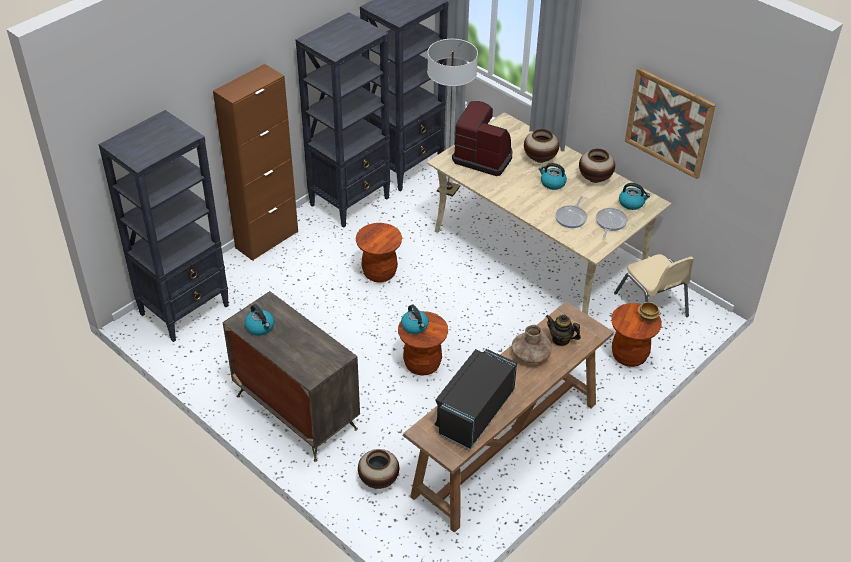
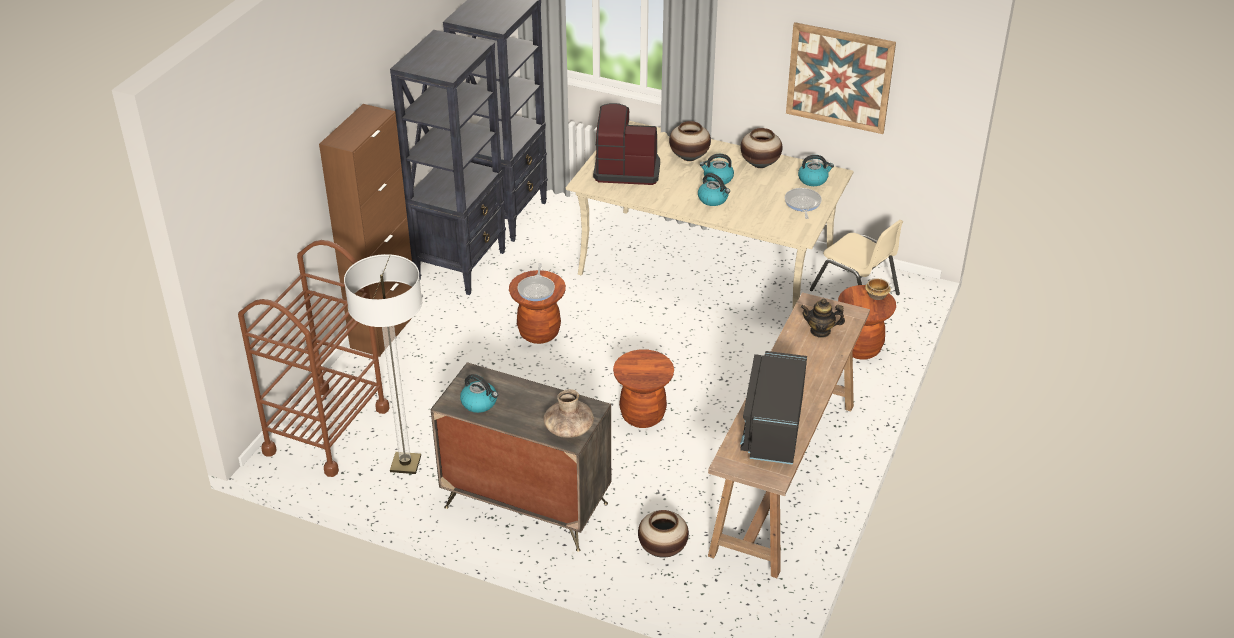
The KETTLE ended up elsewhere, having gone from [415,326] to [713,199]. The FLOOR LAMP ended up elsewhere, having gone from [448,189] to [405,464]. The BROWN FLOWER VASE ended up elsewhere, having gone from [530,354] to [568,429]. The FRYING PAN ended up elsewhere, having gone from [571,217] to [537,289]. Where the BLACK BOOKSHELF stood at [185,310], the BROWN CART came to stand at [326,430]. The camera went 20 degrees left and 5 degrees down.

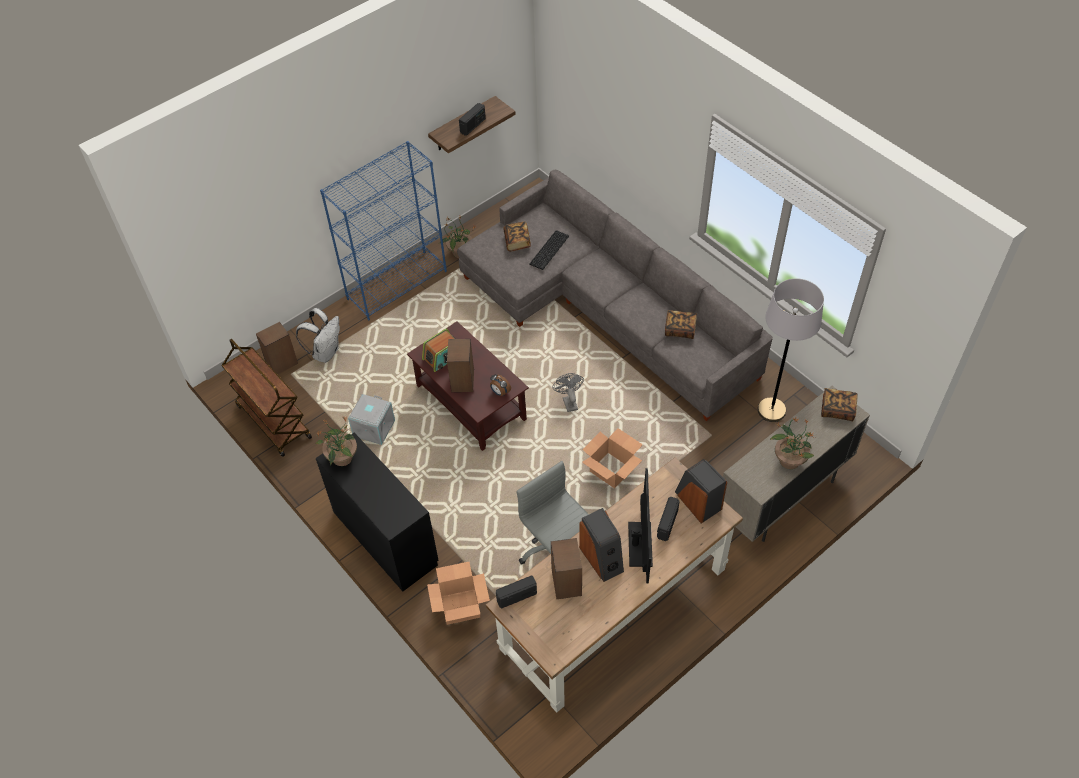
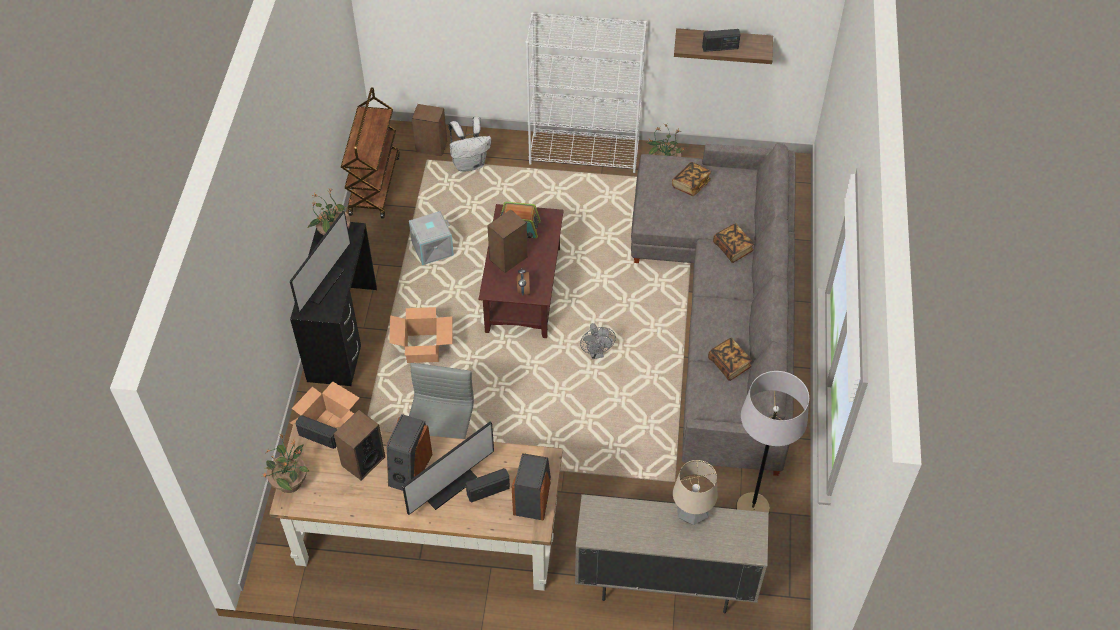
The second view lost the COMPUTER KEYBOARD at [550,250]. The second view gained the COMPUTER DISPLAY at [322,283]. The second view gained the TABLETOP LAMP at [691,516]. The CARDBOARD BOX ended up elsewhere, having gone from [610,470] to [422,348]. The PLANT IN A POT ended up elsewhere, having gone from [789,460] to [290,482]. The BOUND BOOK ended up elsewhere, having gone from [837,410] to [732,248]. What was the BLUE-COLOURED BOOKSHELF at [397,284] turned into the WHITE BOOKSHELF at [584,153]. The GREYISH ELECTRIC FAN at [569,401] ended up facing another way, 135 degrees clockwise from before. The camera went 45 degrees right and 0 degrees up.

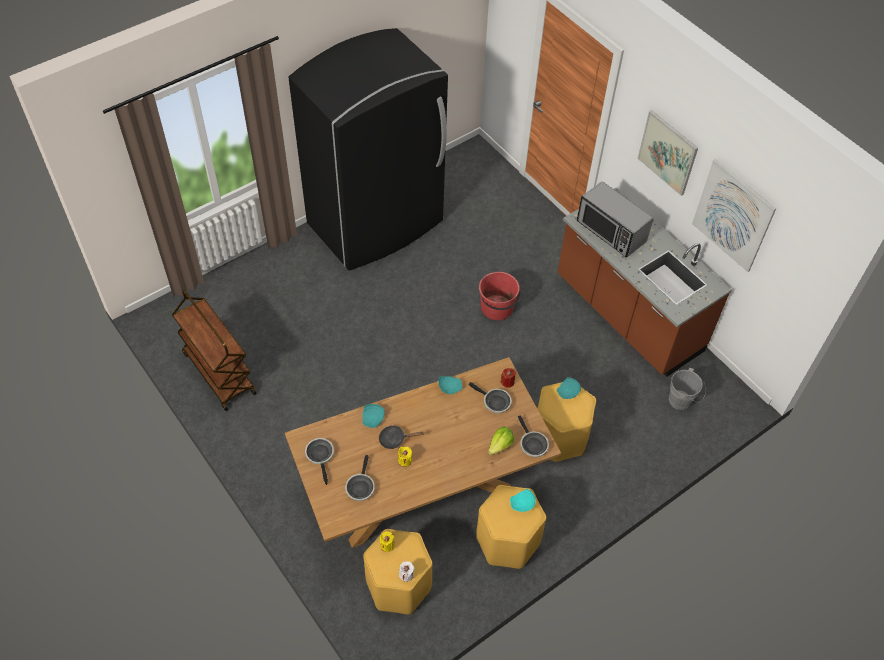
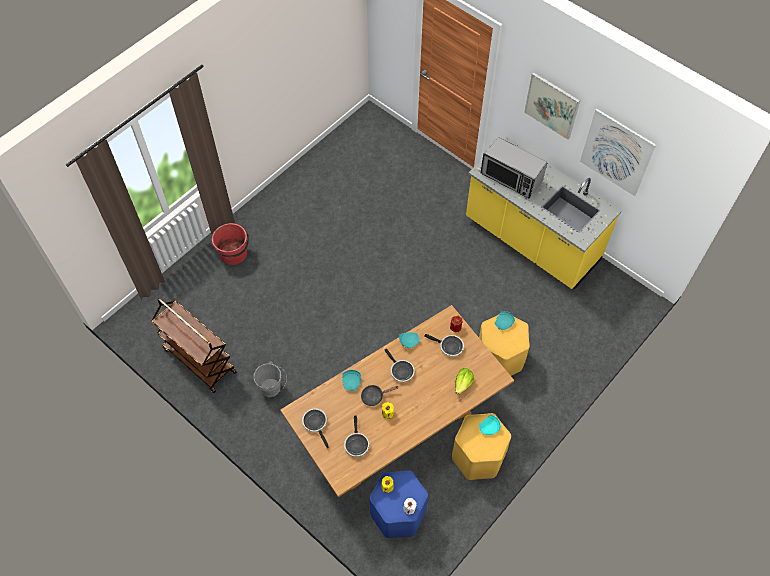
The second view lost the BLACK KITCHEN FRIDGE at [376,224]. The RED-COLOURED BUCKET ended up elsewhere, having gone from [497,308] to [234,253]. The FRYING PAN ended up elsewhere, having gone from [532,444] to [400,371]. The GREYISH BUCKET ended up elsewhere, having gone from [682,401] to [272,388]. What was the YELLOWISH STOOL at [398,585] turned into the BLUE-COLOURED STOOL at [397,513]. What was the BROWN COUNTER at [627,315] turned into the YELLOWISH COUNTER at [531,241]. The camera went 10 degrees left and 5 degrees up.

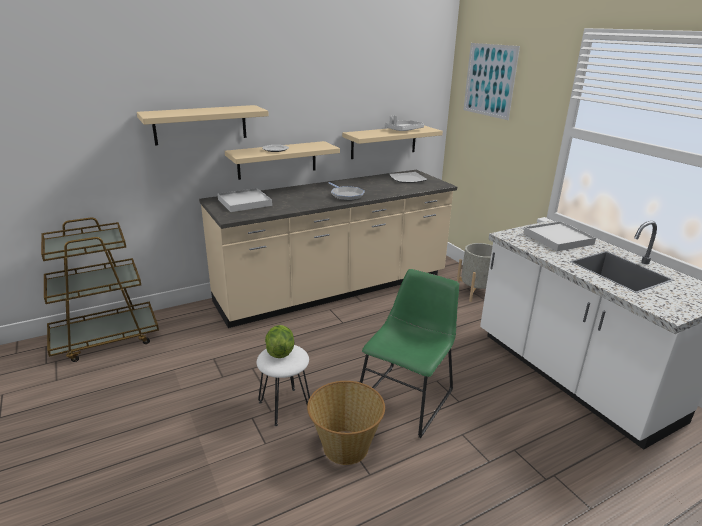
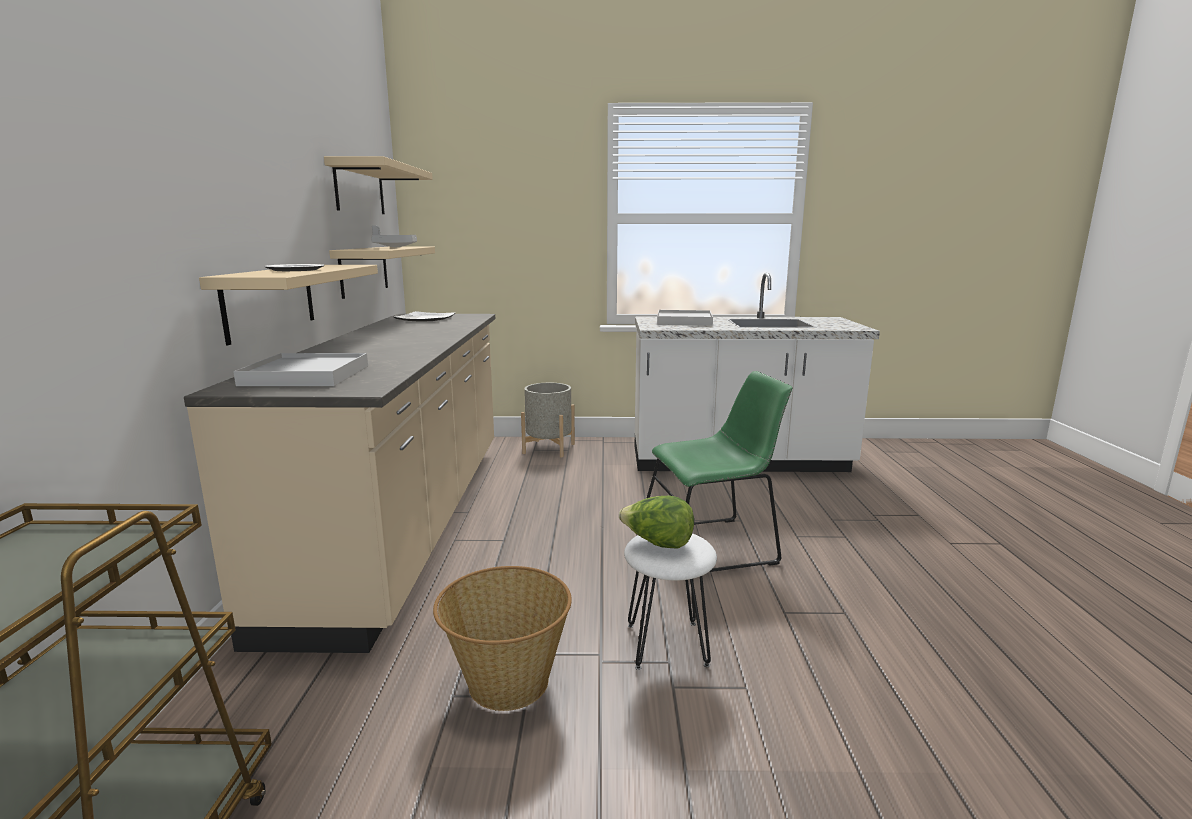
The second view lost the FRYING PAN at [346,195]. The second view lost the WALL PICTURE at [489,80]. The BEIGE BRACKET SHELF ended up elsewhere, having gone from [200,124] to [360,189]. The STORAGE BASKET ended up elsewhere, having gone from [345,446] to [507,682]. The GREENISH UPRIGHT CHAIR at [406,397] ended up facing another way, 105 degrees clockwise from before. The camera went 60 degrees left and 10 degrees down.

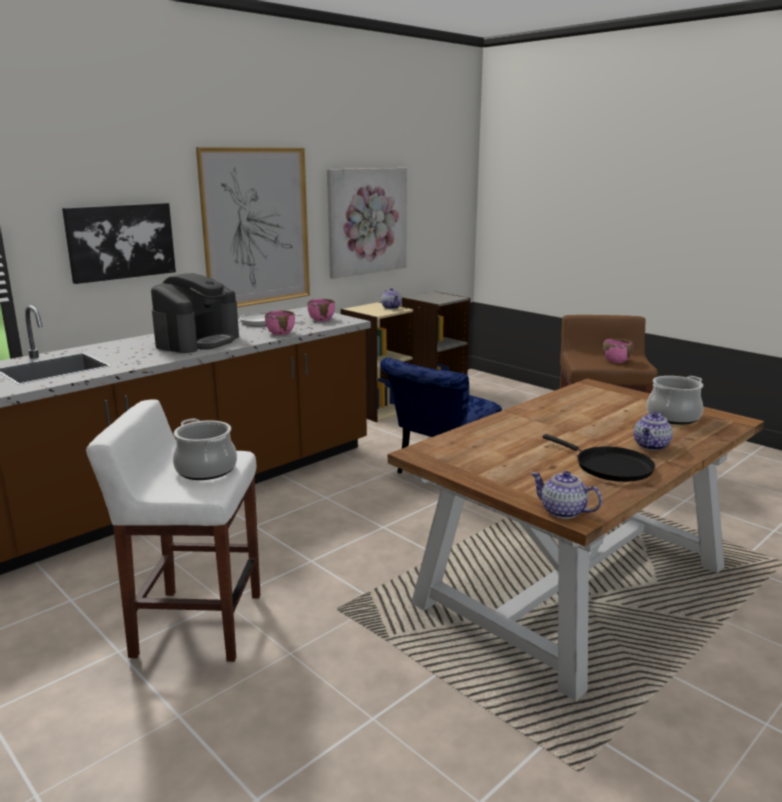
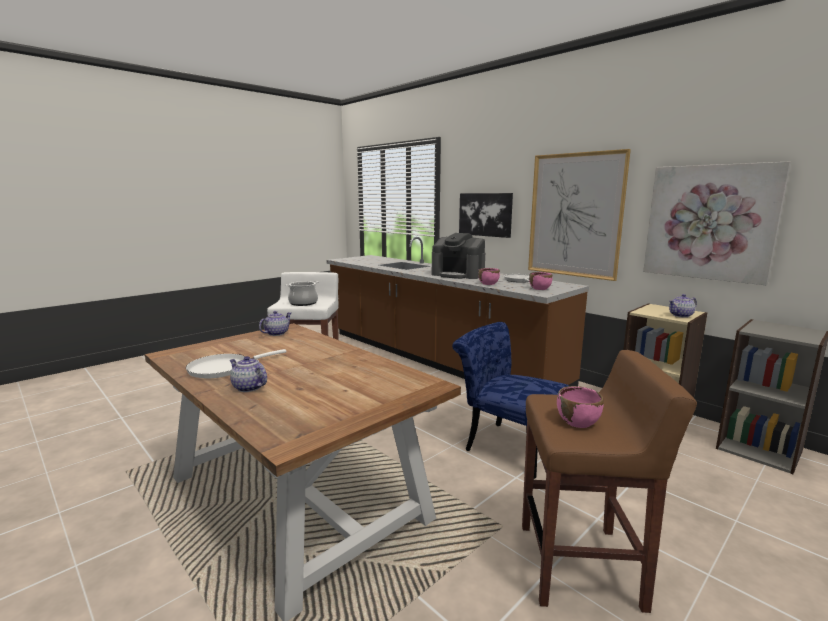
The second view lost the SAUCEPOT at [672,417]. The TEAPOT ended up elsewhere, having gone from [563,512] to [276,333]. What was the BLACK FRYING PAN at [609,467] turned into the WHITE FRYING PAN at [223,368]. The camera went 90 degrees right and 5 degrees down.

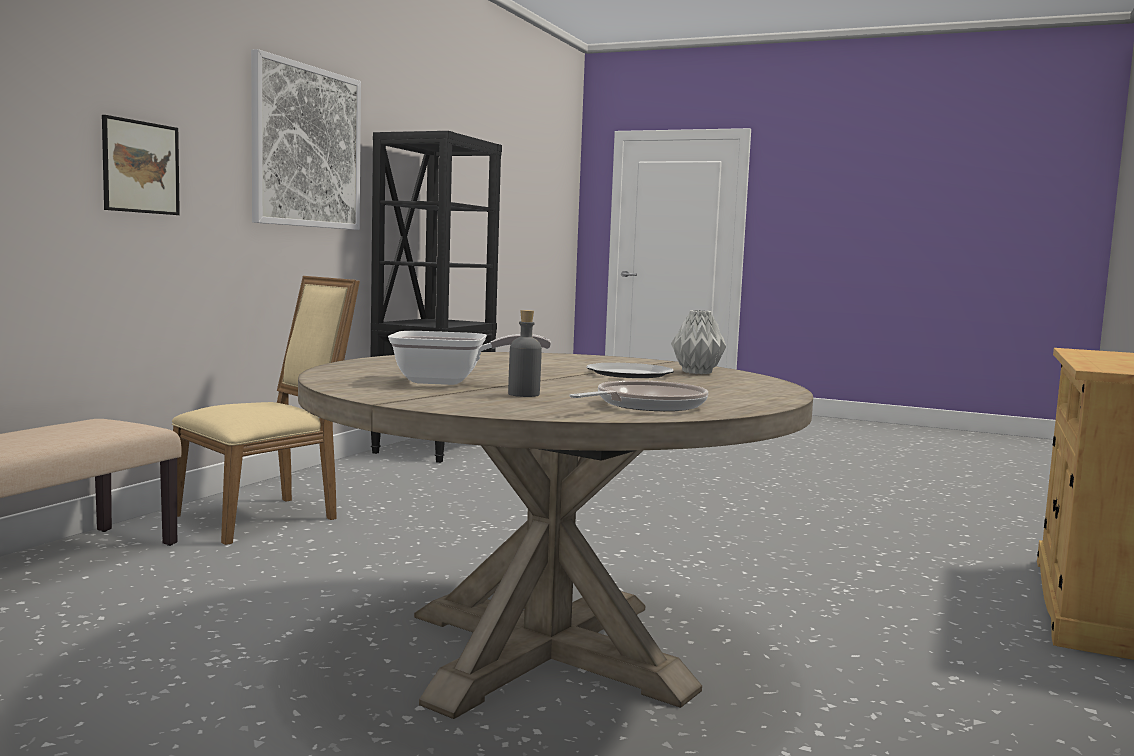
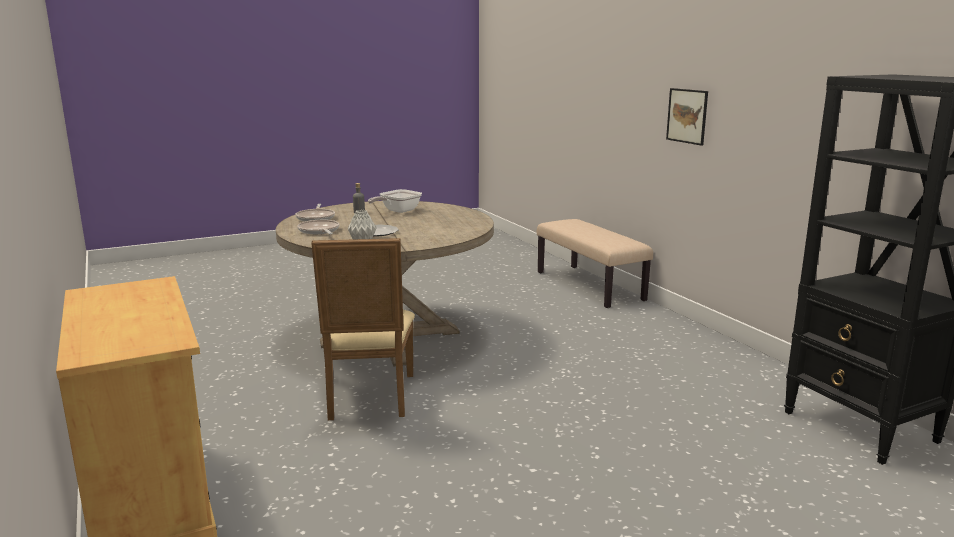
The second view lost the WALL PICTURE at [306,147]. The second view gained the FRYING PAN at [319,231]. The BEIGE UPRIGHT CHAIR ended up elsewhere, having gone from [265,517] to [368,399]. The camera went 130 degrees right and 10 degrees up.

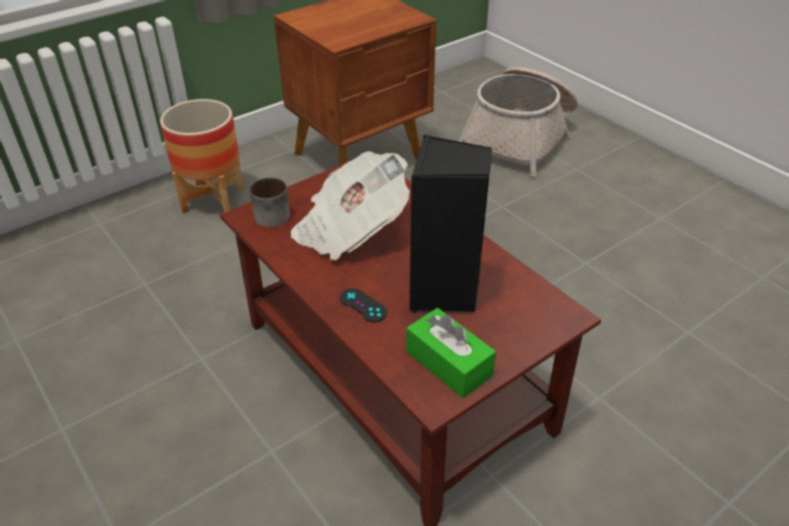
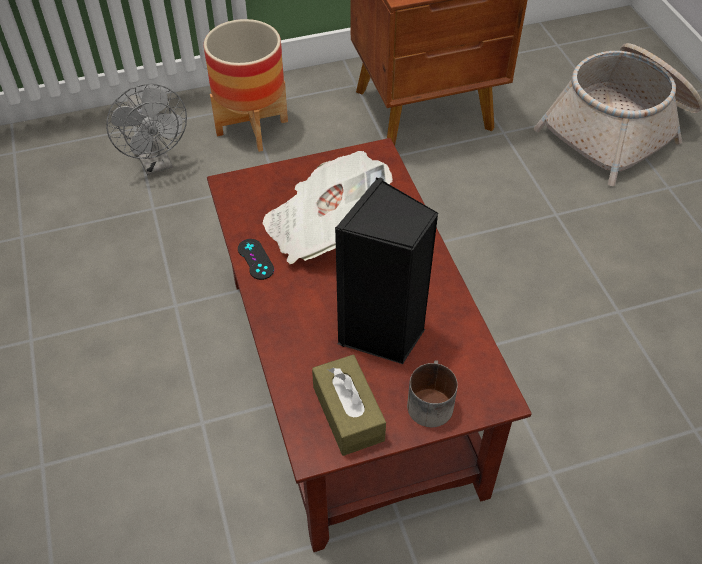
The second view gained the GREYISH ELECTRIC FAN at [156,163]. The COFFEE MUG ended up elsewhere, having gone from [270,213] to [428,401]. The BLACK GAMEPAD ended up elsewhere, having gone from [363,305] to [255,259]. What was the GREENISH BOX OF TISSUES at [448,363] turned into the BROWN BOX OF TISSUES at [348,413]. The camera went 20 degrees right and 10 degrees up.

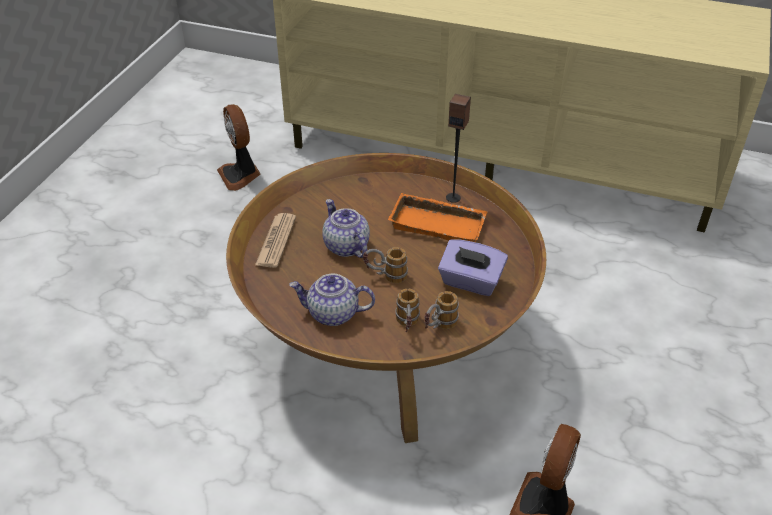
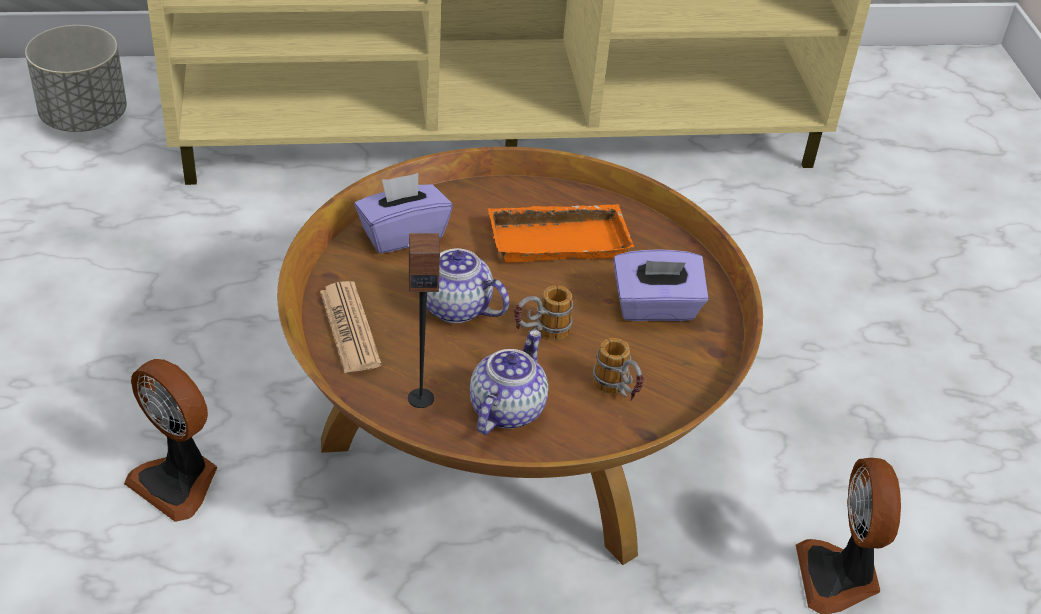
The second view lost the COFFEE MUG at [439,327]. The second view gained the GREYISH FLOWER POT at [85,117]. The second view gained the PURPLE-COLOURED BOX OF TISSUES at [402,234]. The ELECTRIC FAN ended up elsewhere, having gone from [240,175] to [178,481]. The LOUDSPEAKER ended up elsewhere, having gone from [453,197] to [421,398]. The TEAPOT at [332,314] ended up facing another way, 135 degrees clockwise from before. The camera went 30 degrees left and 0 degrees up.

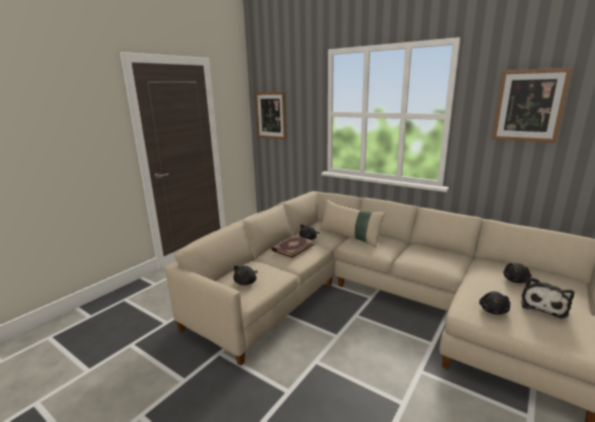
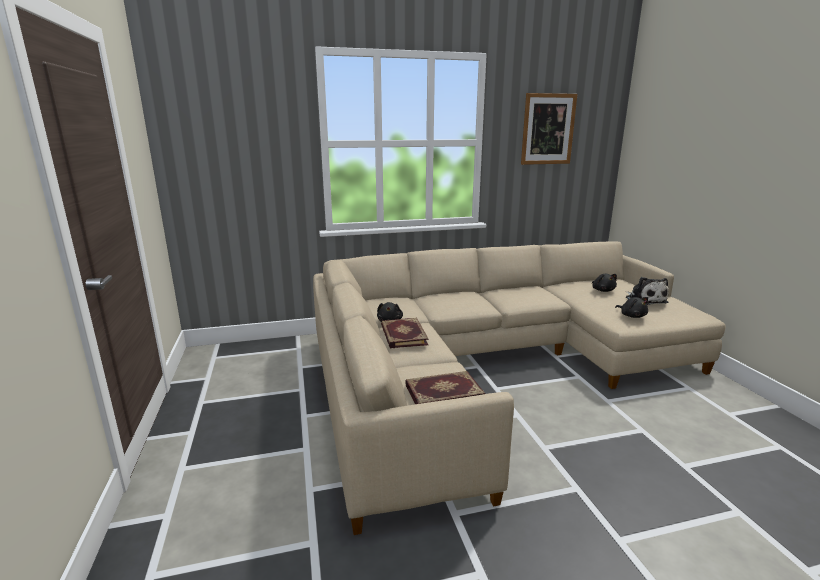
The second view lost the WALL PICTURE at [271,115]. The second view lost the BEIGE PILLOW at [350,236]. Where the BLACK CUDDLY TOY stood at [246,282], the BOUND BOOK came to stand at [443,392]. The camera went 50 degrees left and 0 degrees up.

